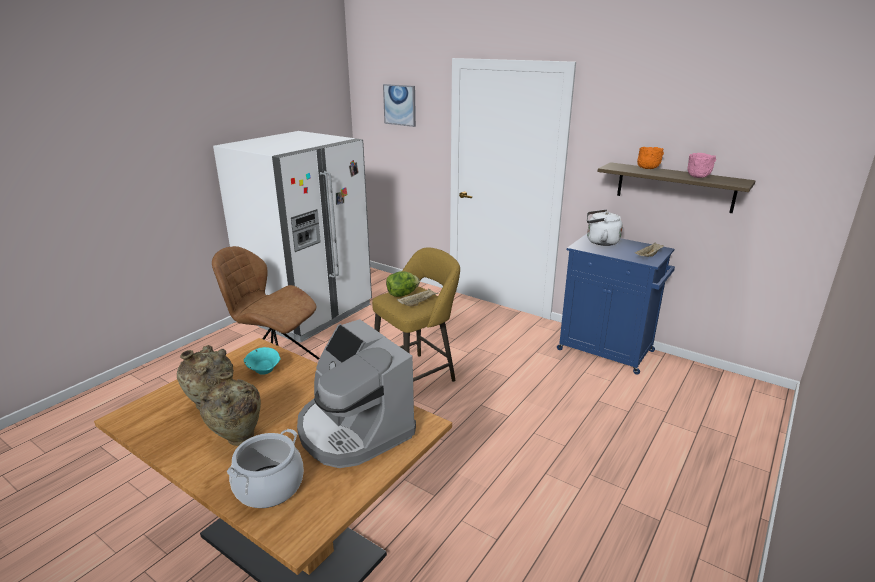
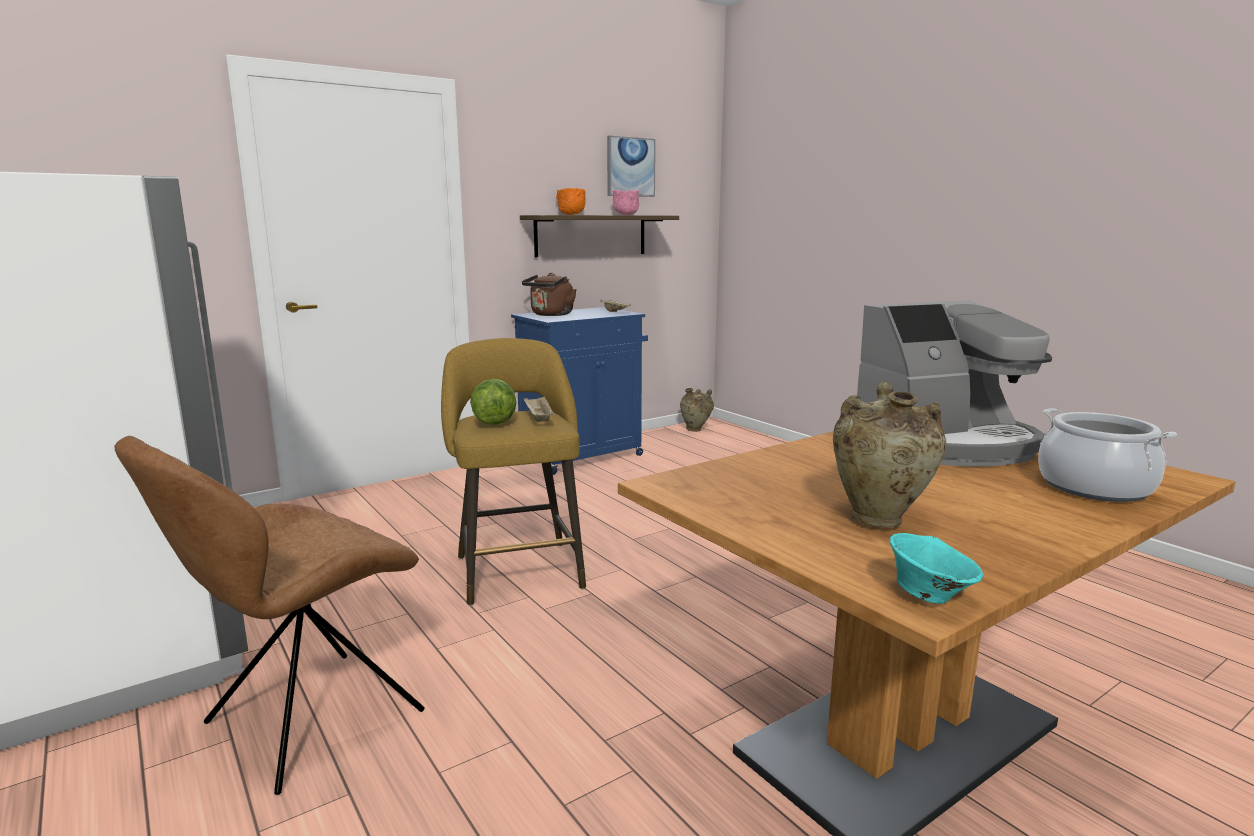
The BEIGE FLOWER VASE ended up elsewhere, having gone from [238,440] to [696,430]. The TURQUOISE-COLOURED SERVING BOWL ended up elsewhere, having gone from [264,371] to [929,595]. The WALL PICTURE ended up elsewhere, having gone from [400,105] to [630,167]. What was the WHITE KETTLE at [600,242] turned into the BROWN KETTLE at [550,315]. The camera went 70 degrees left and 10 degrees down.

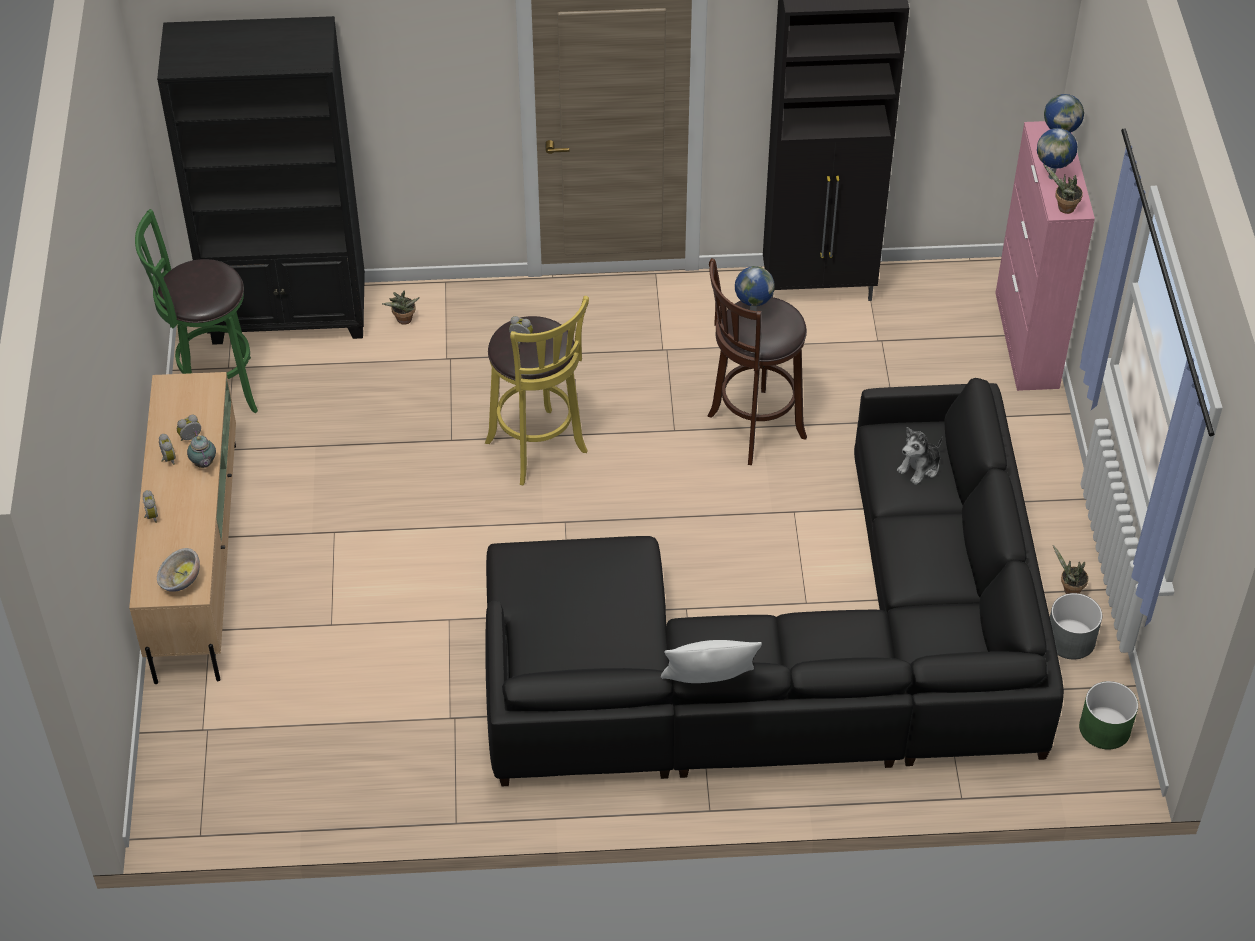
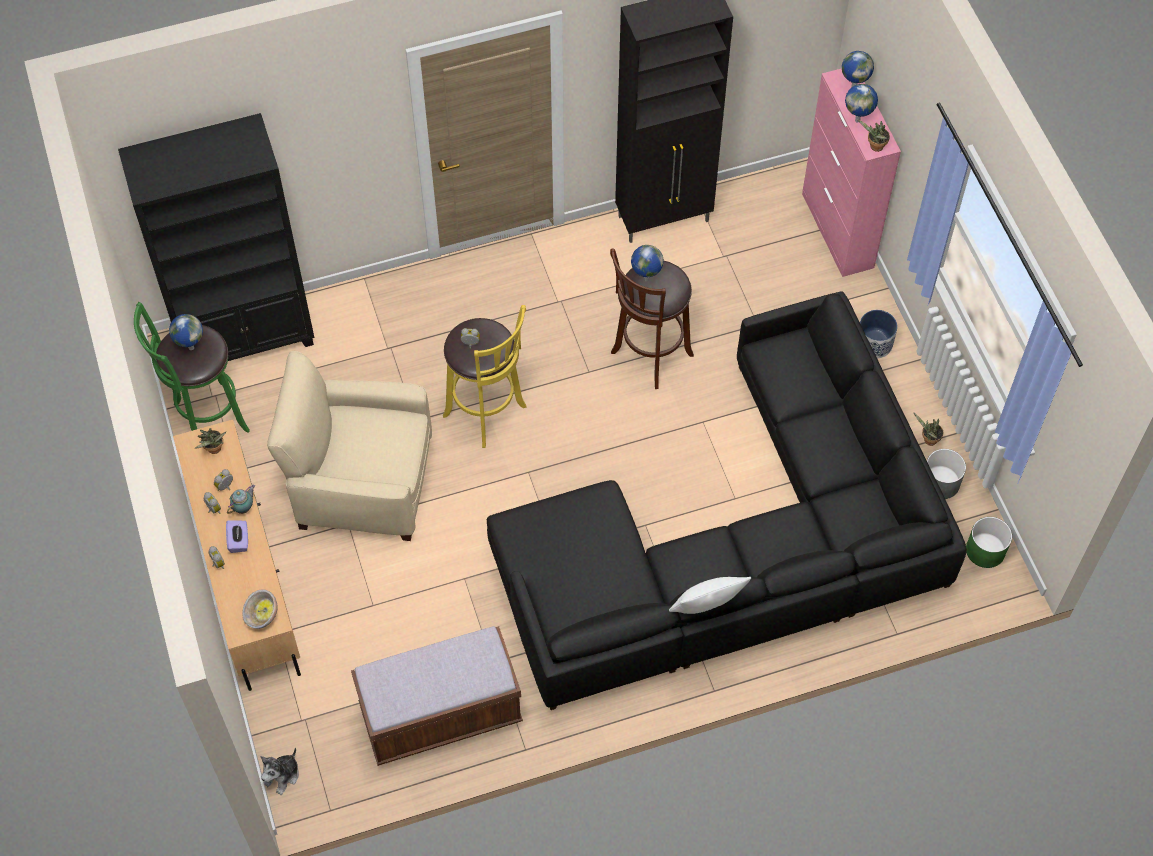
The second view gained the WORLD GLOBE at [190,347]. The second view gained the PURPLE-COLOURED BOX OF TISSUES at [239,541]. The second view gained the BEIGE EASY CHAIR at [362,483]. The second view gained the BROWN INDOOR BENCH at [441,715]. The second view gained the FLOWER POT at [874,343]. The PLANT IN A POT ended up elsewhere, having gone from [403,321] to [214,450]. The CUDDLY TOY ended up elsewhere, having gone from [920,467] to [282,775]. The TEAPOT at [204,464] ended up facing another way, 105 degrees counterclockwise from before. The camera went 15 degrees left and 10 degrees up.

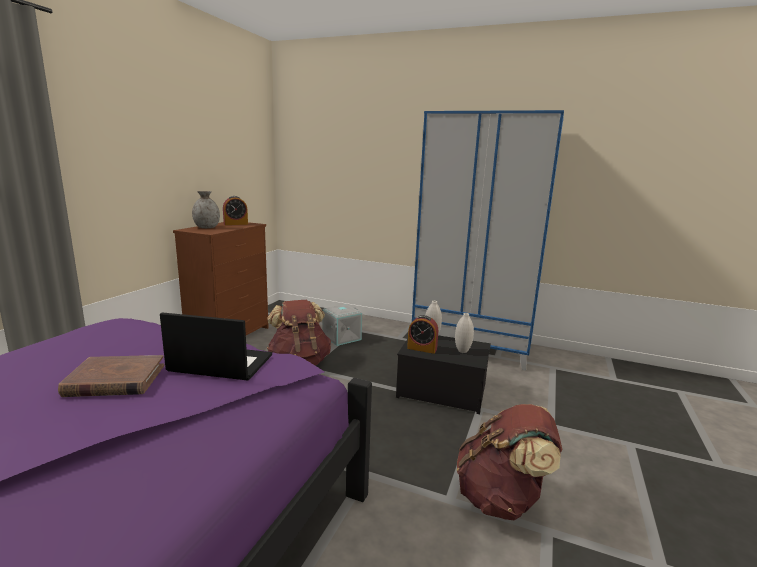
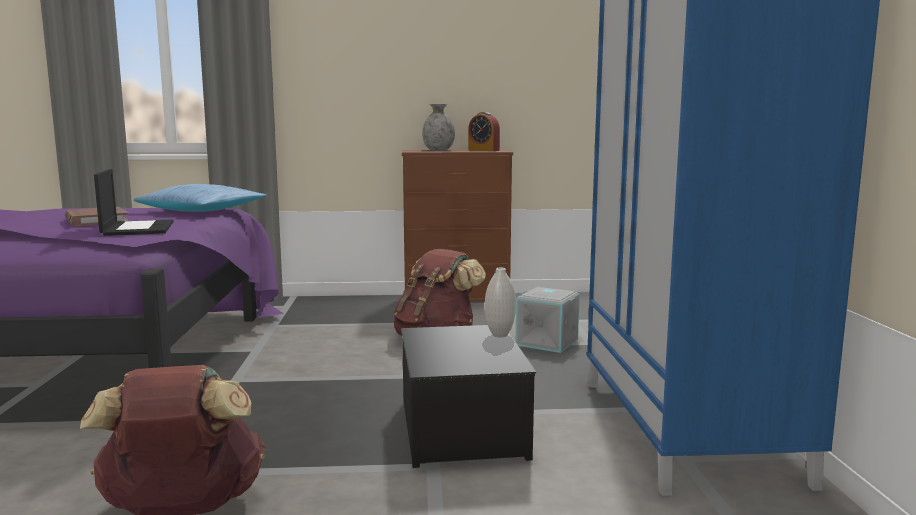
The second view lost the BEDSIDE CLOCK at [422,348]. The second view lost the WHITE FLOWER VASE at [462,351]. The second view gained the PILLOW at [202,211]. The camera went 65 degrees right and 5 degrees down.

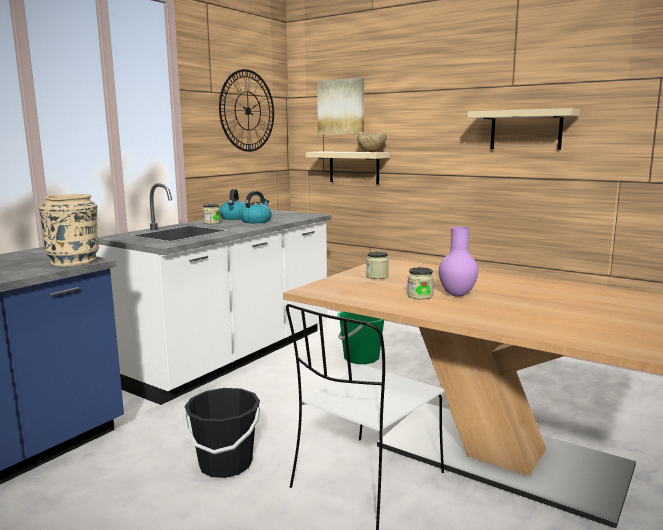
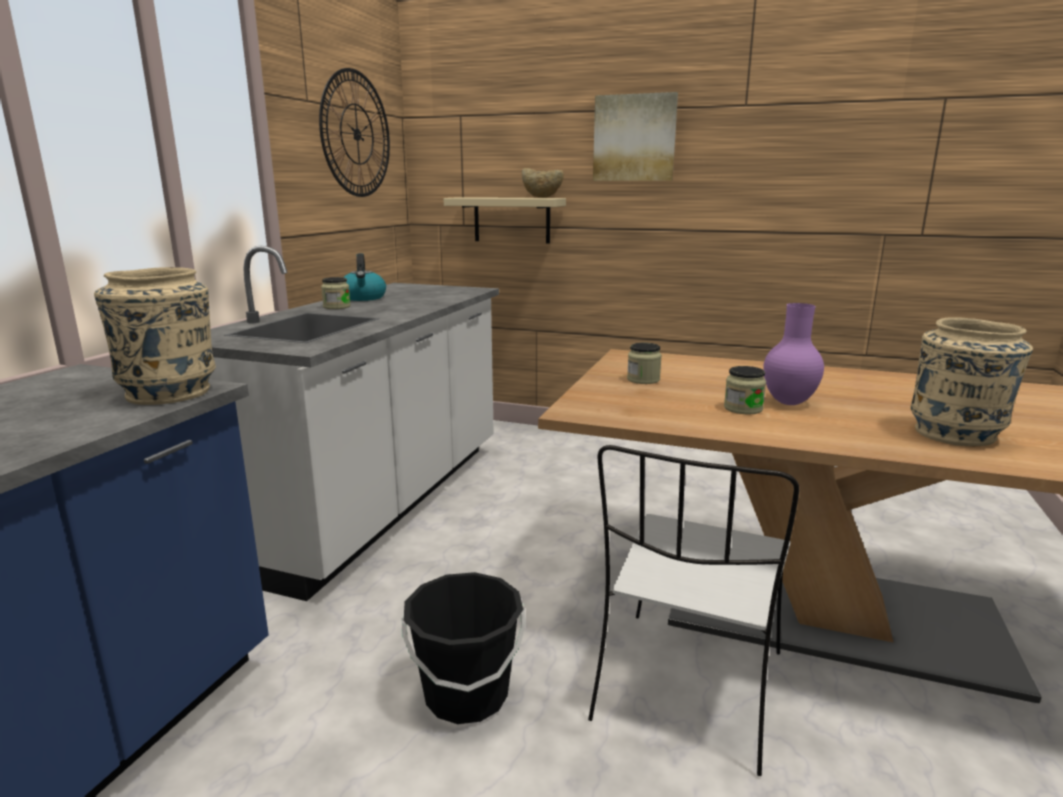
The second view lost the KETTLE at [256,221]. The second view lost the GREENISH BUCKET at [361,358]. The second view lost the BEIGE BRACKET SHELF at [526,130]. The second view gained the BEIGE FLOWER VASE at [956,434]. The WALL PICTURE ended up elsewhere, having gone from [341,107] to [634,138]. The camera went 15 degrees left and 5 degrees up.

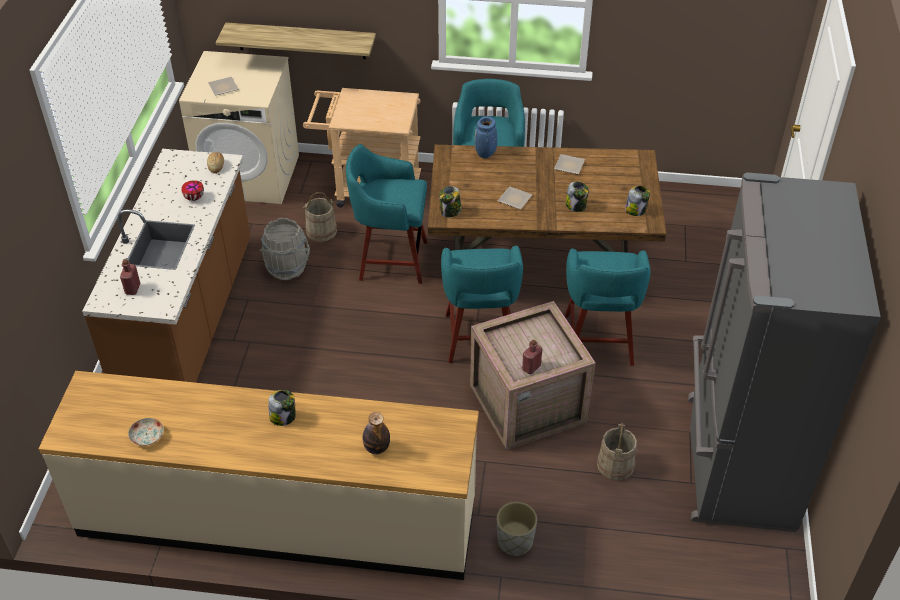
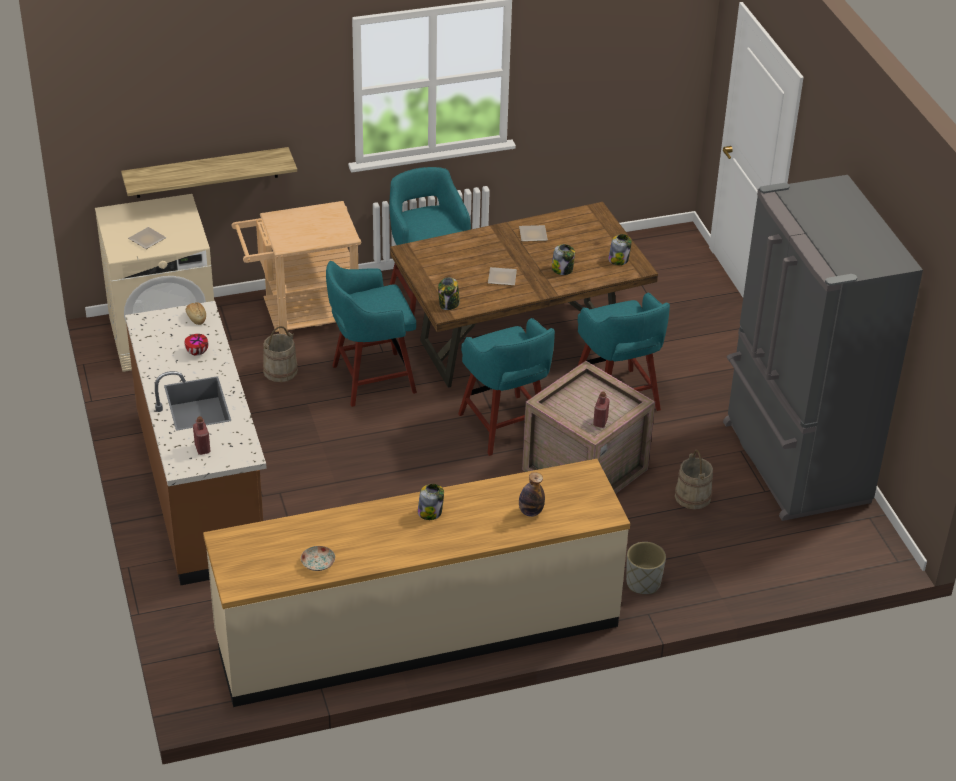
The second view lost the GREYISH BUCKET at [287,268]. The second view lost the BLUE-COLOURED FLOWER VASE at [485,154]. The camera went 25 degrees left and 5 degrees down.

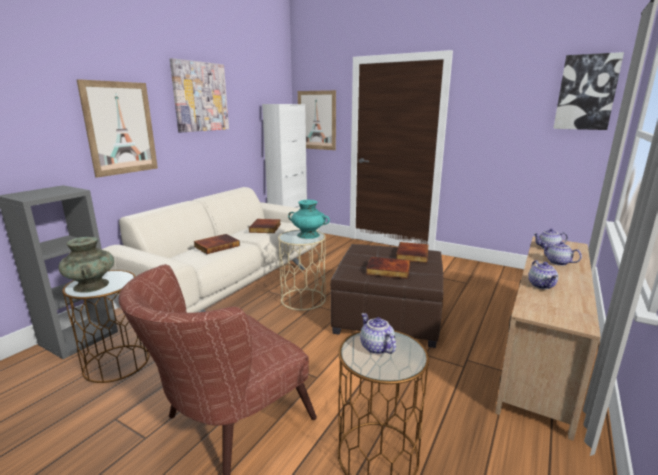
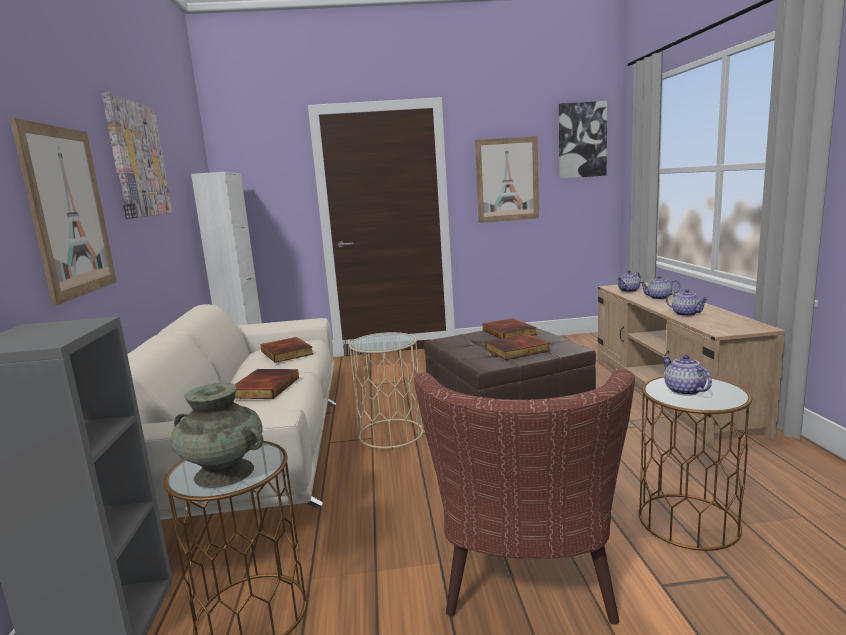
The second view lost the TURQUOISE-COLOURED FLOWER VASE at [308,235]. The WALL PICTURE ended up elsewhere, having gone from [317,120] to [507,180]. The TEAPOT at [375,347] ended up facing another way, 45 degrees clockwise from before. The camera went 35 degrees left and 5 degrees down.

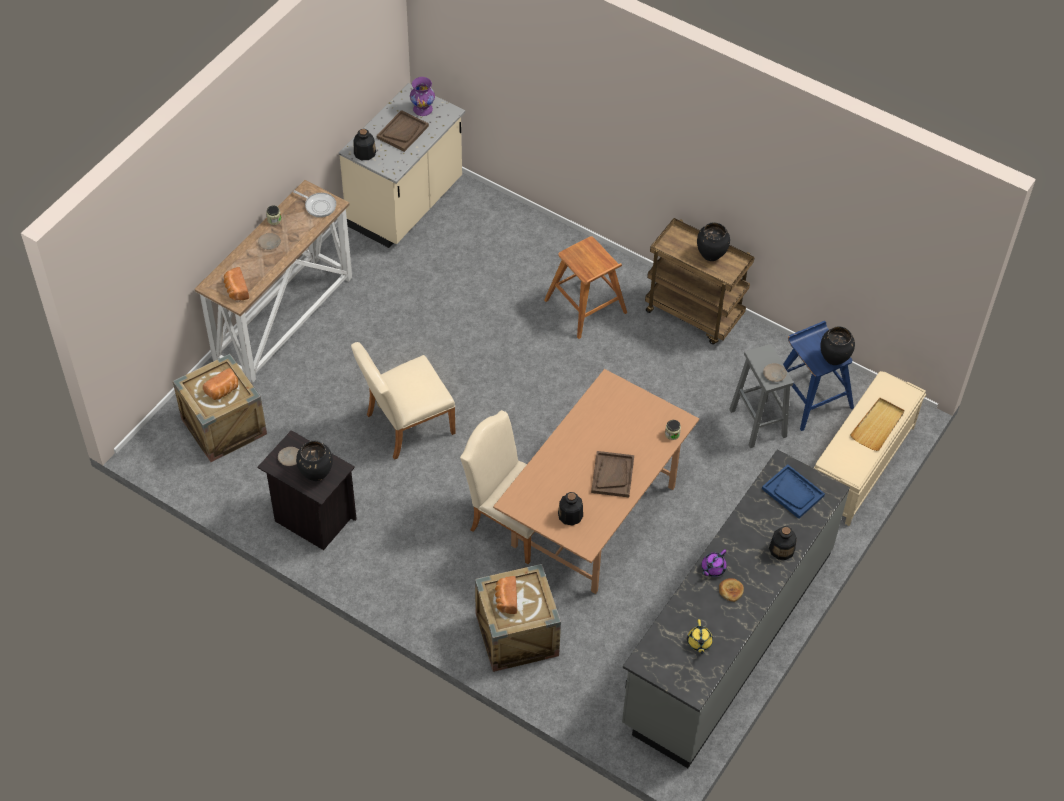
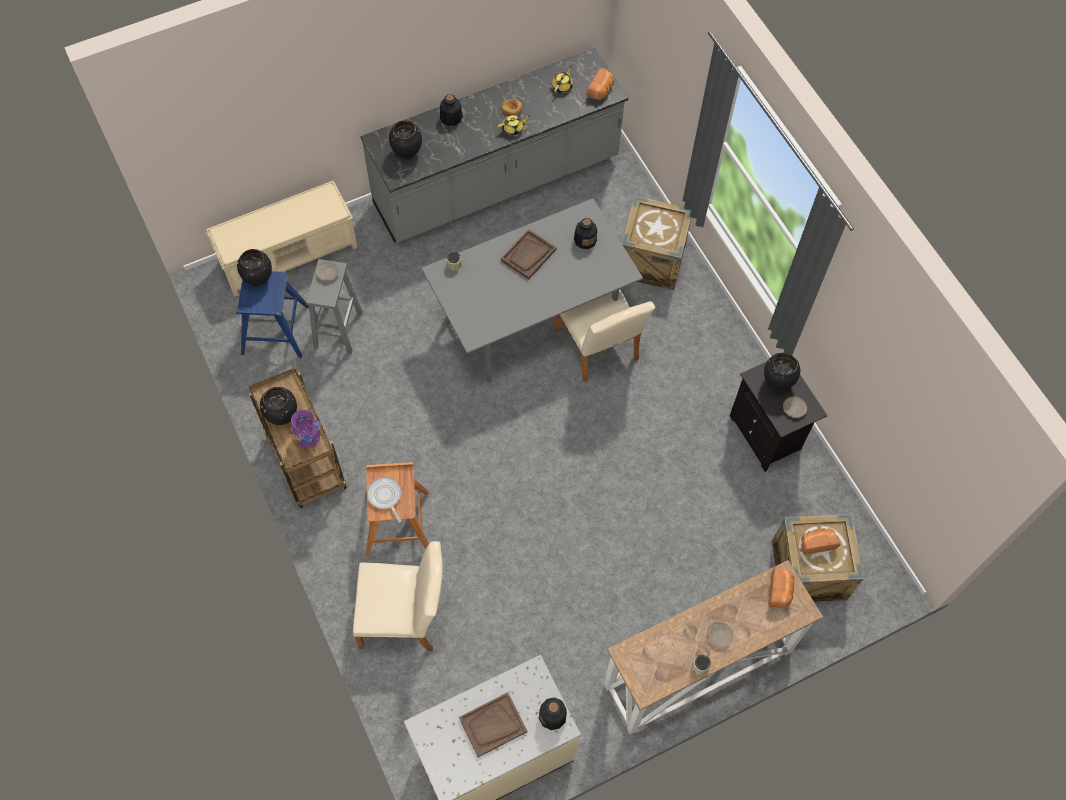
The second view lost the BEIGE SERVING TRAY at [877,425]. The FRYING PAN ended up elsewhere, having gone from [319,206] to [385,496]. The BEIGE UPRIGHT CHAIR ended up elsewhere, having gone from [405,426] to [405,617]. The PURPLE-COLOURED FLOWER VASE ended up elsewhere, having gone from [422,110] to [309,437]. The BREAD ended up elsewhere, having gone from [505,600] to [601,91]. Where the BLUE-COLOURED SERVING TRAY stood at [793,492], the BLACK FLOWER VASE came to stand at [407,152]. What was the BROWN KITCHEN TABLE at [594,517] turned into the GREYISH KITCHEN TABLE at [531,319]. What was the PURPLE-COLOURED TEAPOT at [712,568] turned into the YELLOWISH TEAPOT at [513,129]. The camera went 150 degrees left and 10 degrees up.

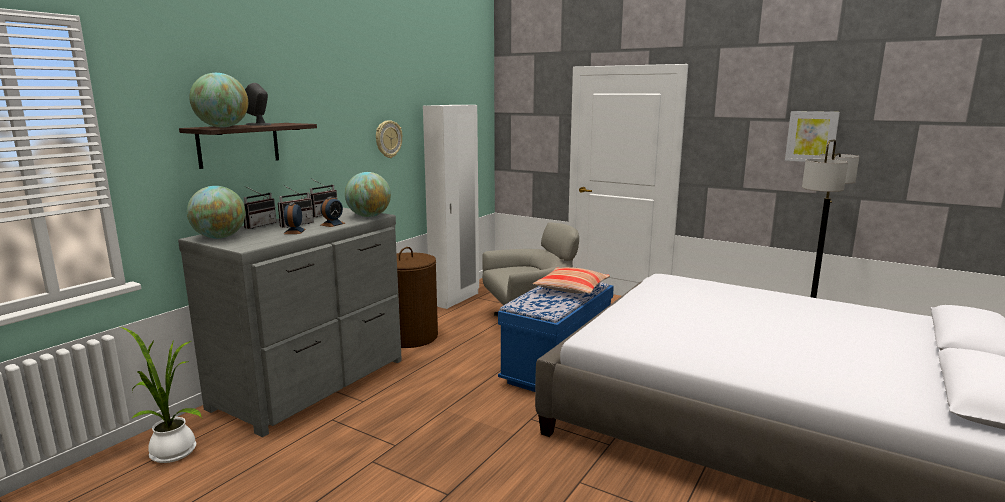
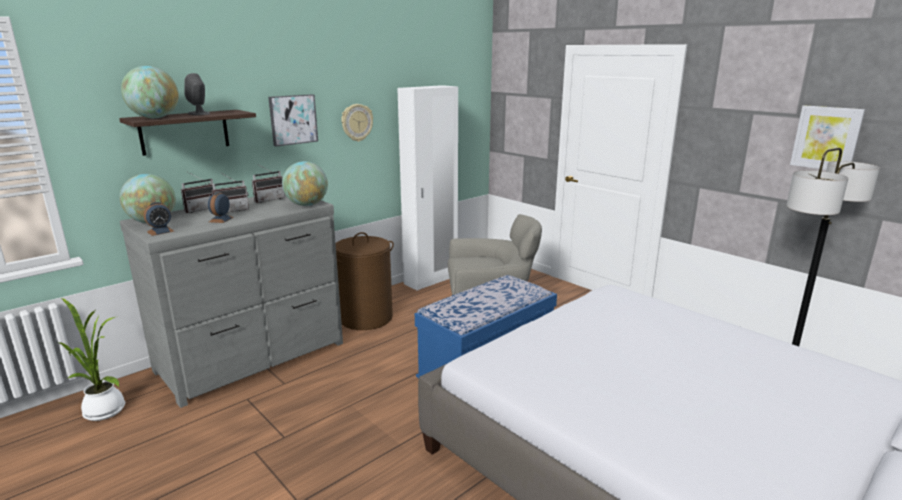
The second view lost the PILLOW at [571,288]. The second view gained the WALL PICTURE at [293,119]. The BEDSIDE CLOCK ended up elsewhere, having gone from [332,224] to [160,231]. The camera went 15 degrees right and 5 degrees up.

